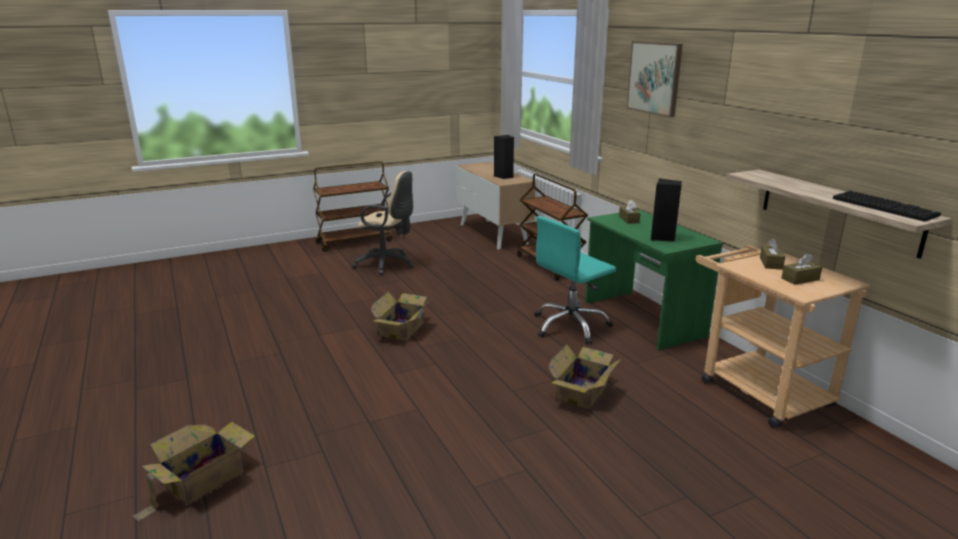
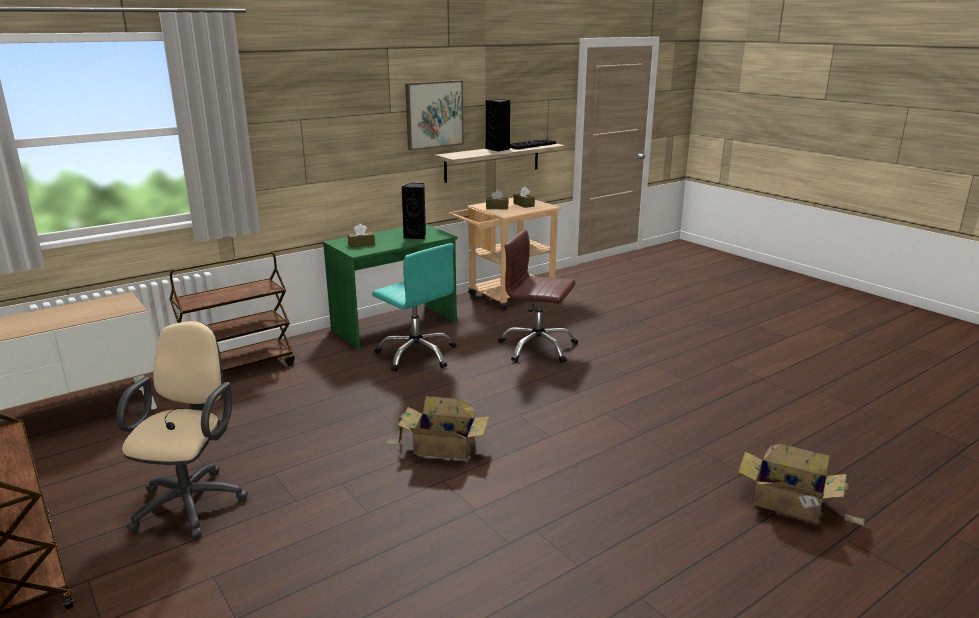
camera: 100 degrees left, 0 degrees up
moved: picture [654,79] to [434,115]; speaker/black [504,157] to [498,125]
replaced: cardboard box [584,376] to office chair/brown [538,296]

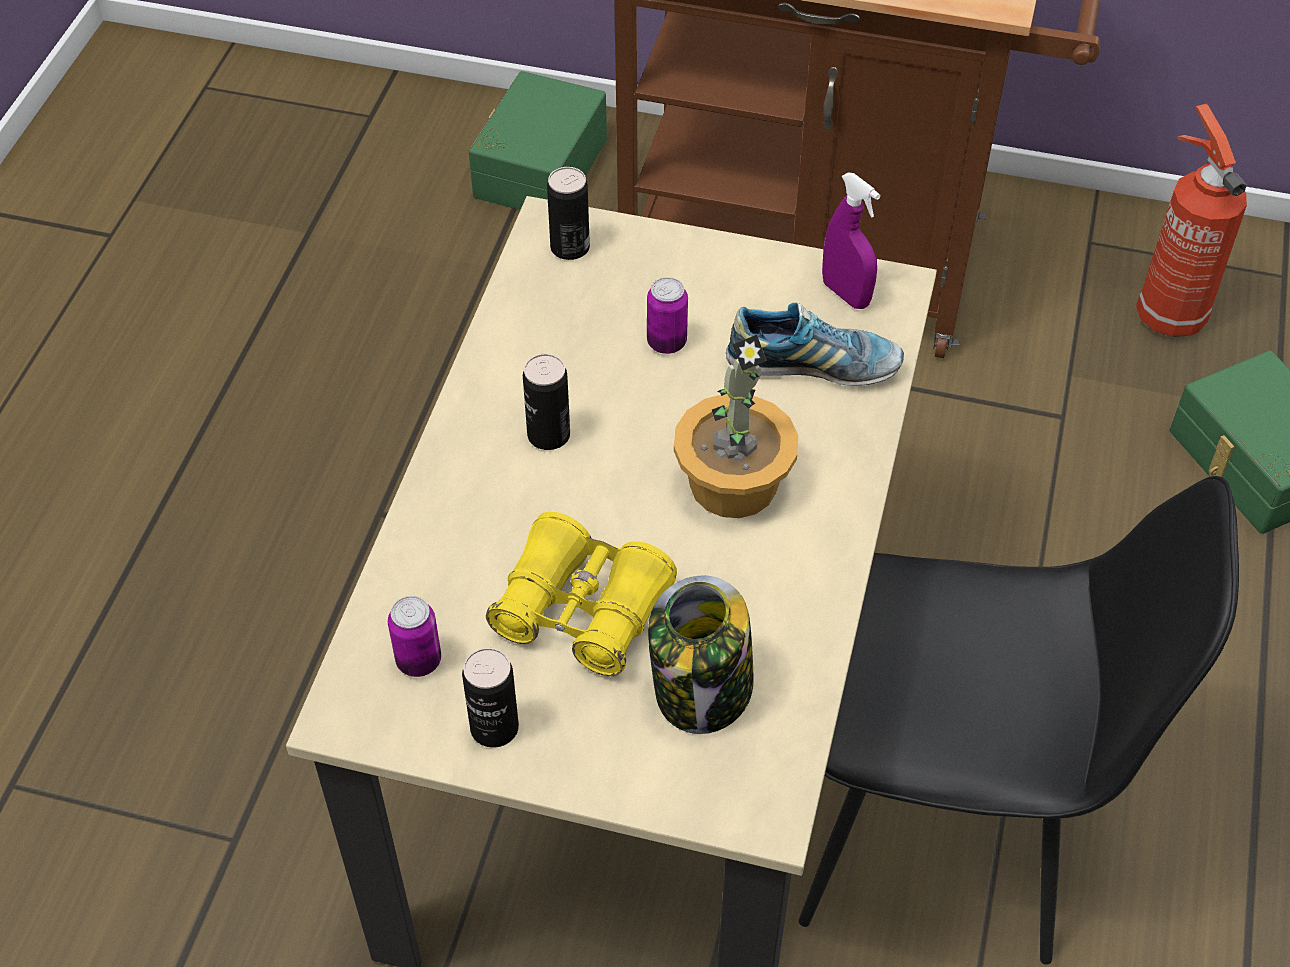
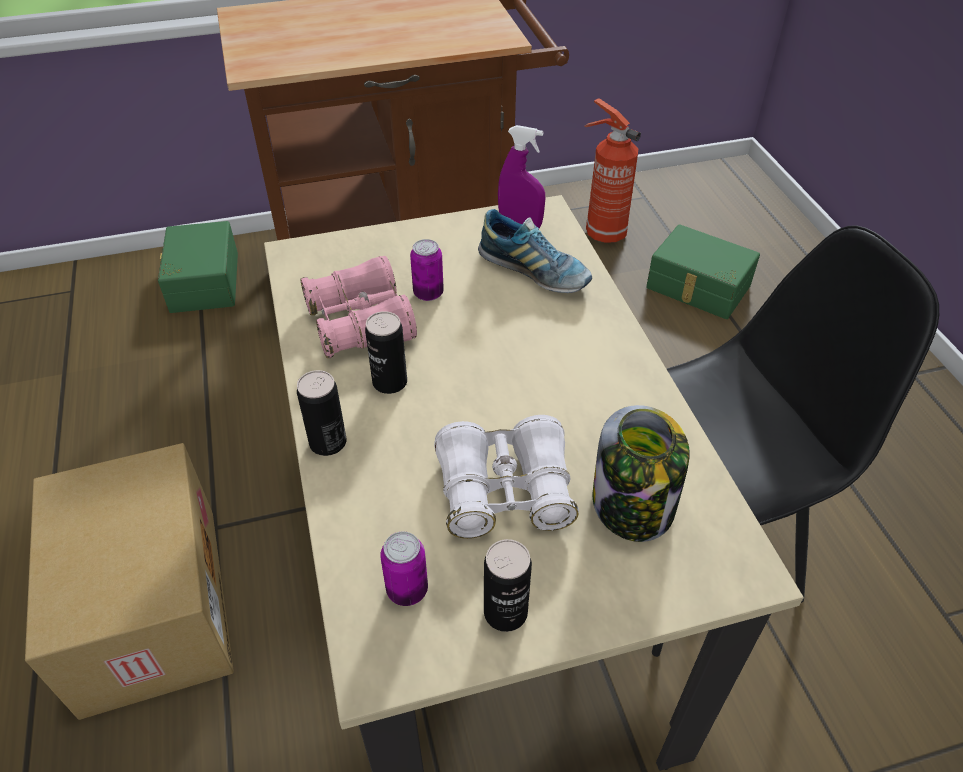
camera: 30 degrees left, 5 degrees down
removed: potted plant [736,426]
added: binoculars/pink [359,307]; cardboard box [129,581]
moved: can [568,213] to [322,413]
recoloured: binoculars/yellow [581,594] to binoculars/white [506,477]
turned: shoe [815,344] = [535,251] 60 degrees clockwise

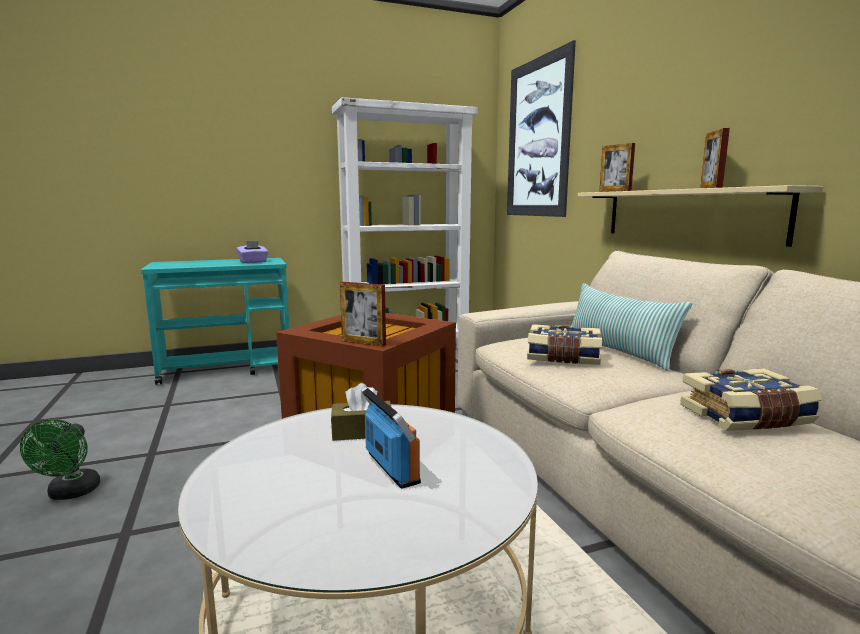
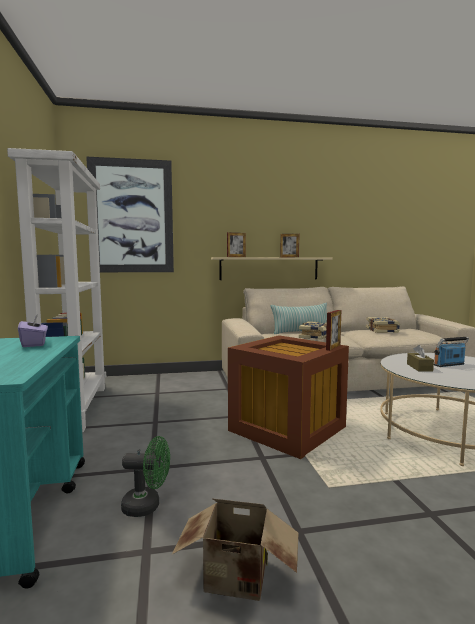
camera: 80 degrees left, 5 degrees down
added: cardboard box [235,549]
moved: fan/green [60,459] to [145,476]

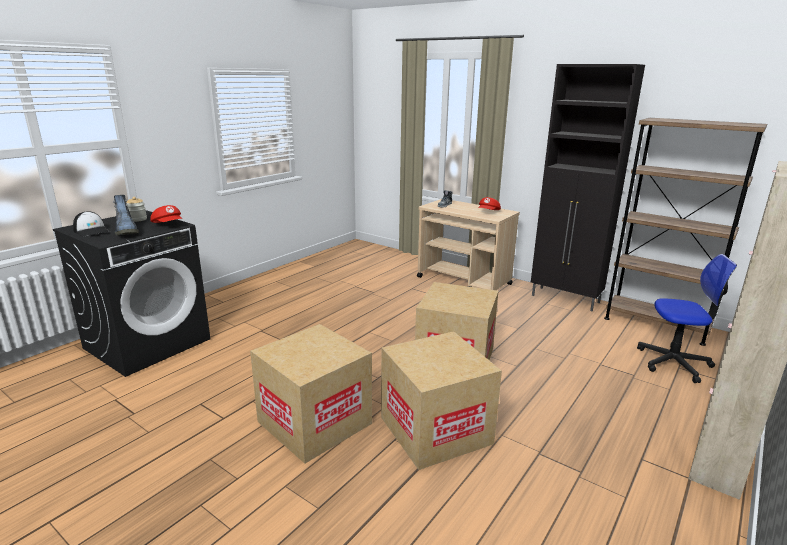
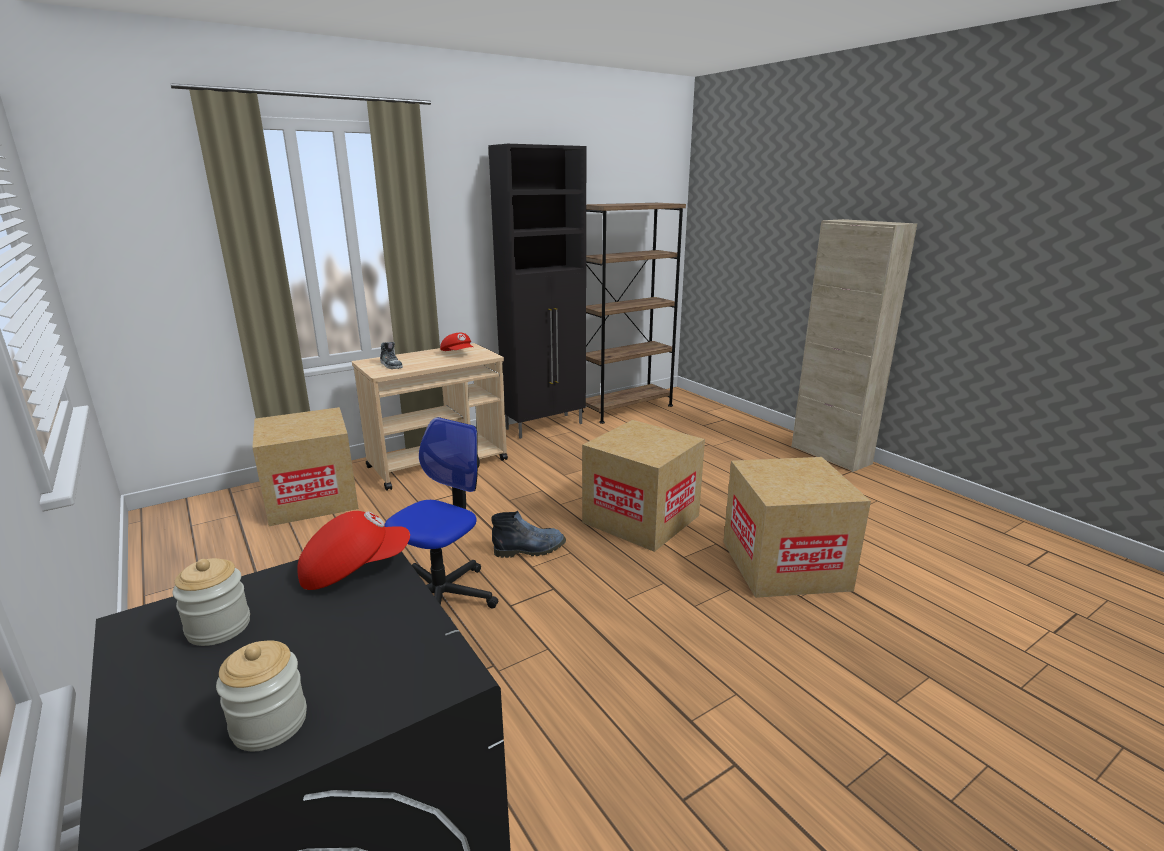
camera: 70 degrees left, 0 degrees up
moved: boot [126,215] to [528,534]; office chair [687,318] to [441,512]; cardboard box [311,393] to [305,466]
replaced: cap [91,224] to jar [261,695]

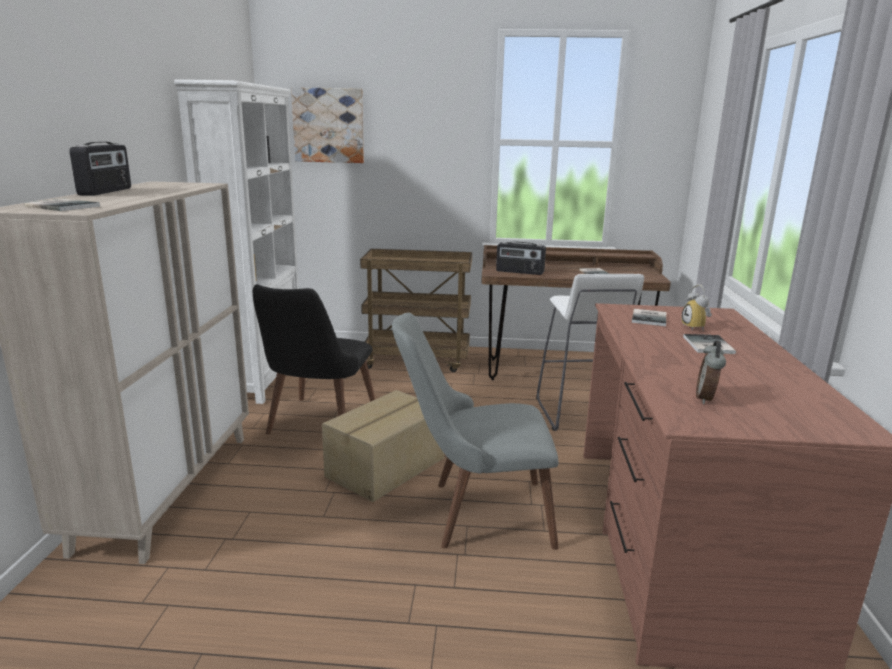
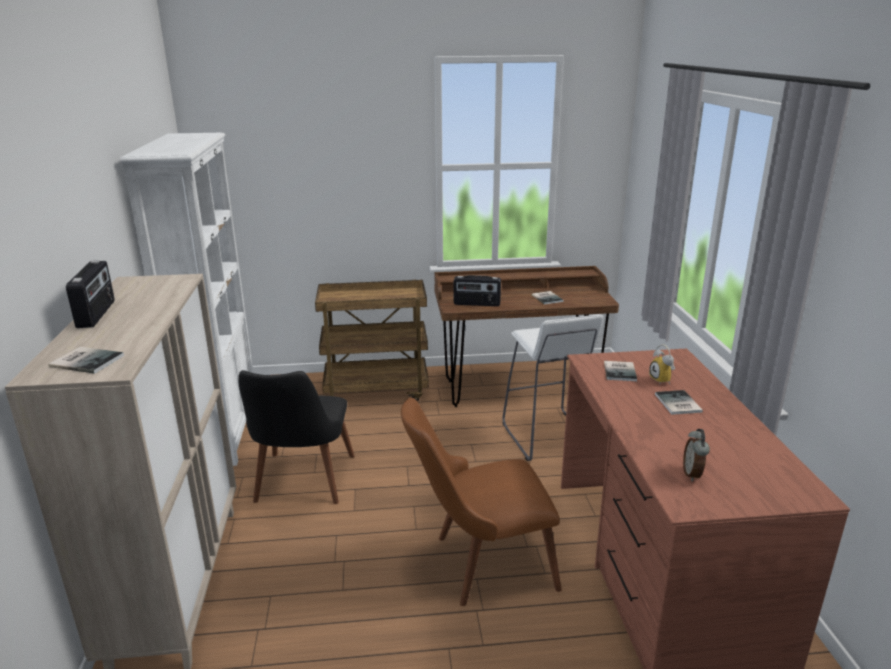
camera: 10 degrees left, 5 degrees up
removed: picture [327,125]; cardboard box [383,446]
recoloured: chair/grey [475,431] to chair/brown [481,502]

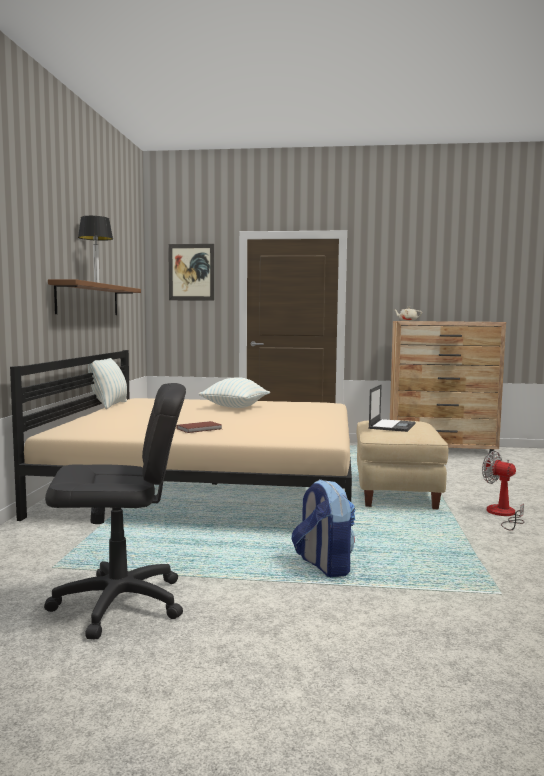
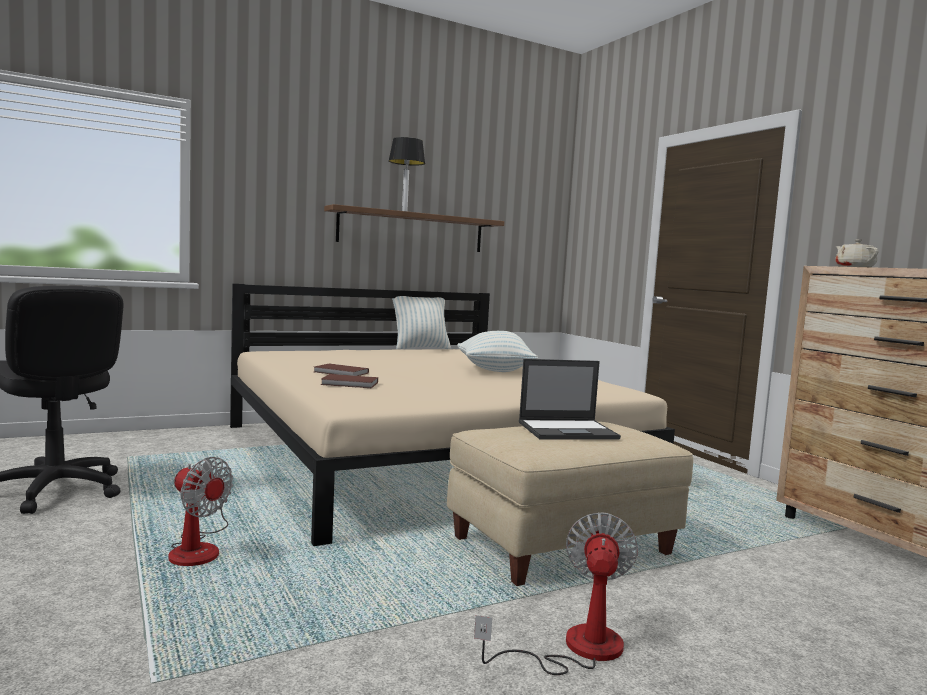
camera: 55 degrees right, 0 degrees up
removed: picture [191,272]
added: book/brown [349,381]
replaced: backpack [324,528] to fan [200,511]

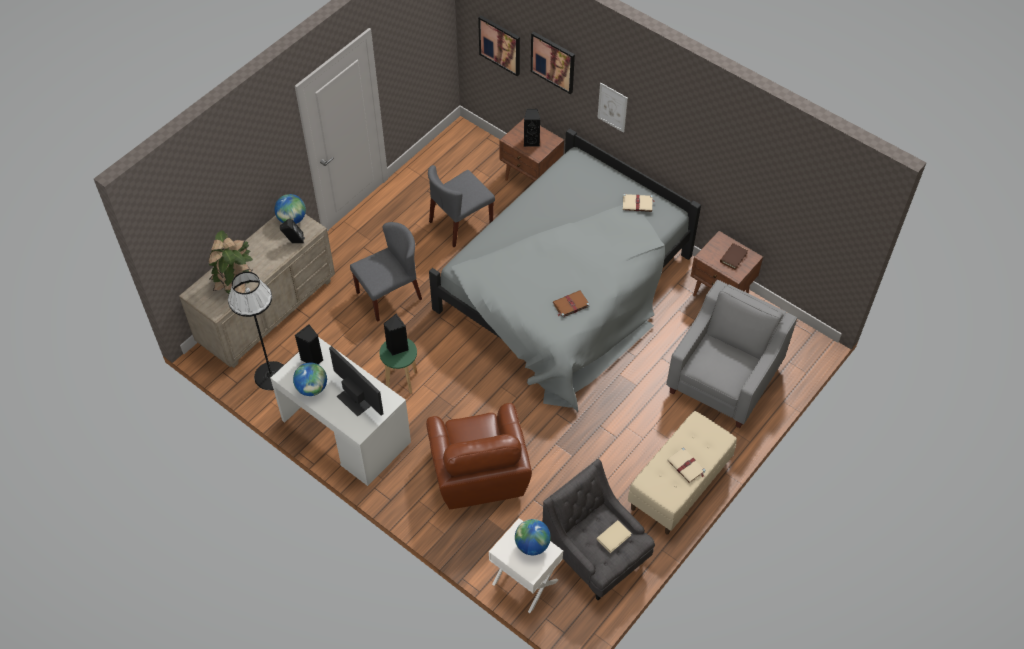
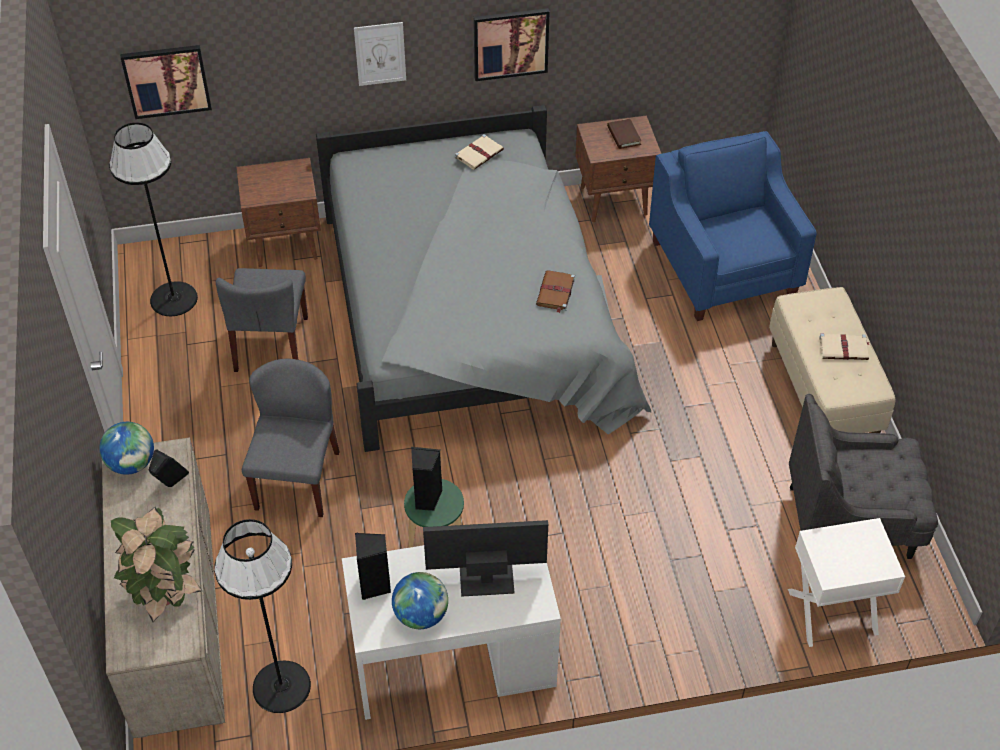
camera: 50 degrees left, 5 degrees down
removed: speaker/black [532,128]; armchair/brown [479,456]; globe [533,537]; book/beige [614,536]
added: floor lamp/black [153,219]
moved: picture [553,63] to [511,44]
recoloured: armchair/grey [731,354] to armchair/blue [733,226]

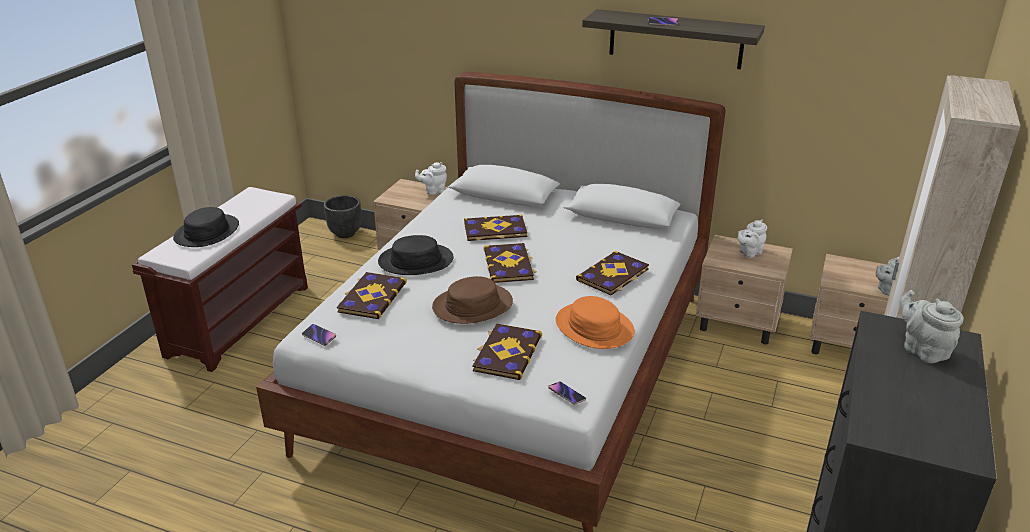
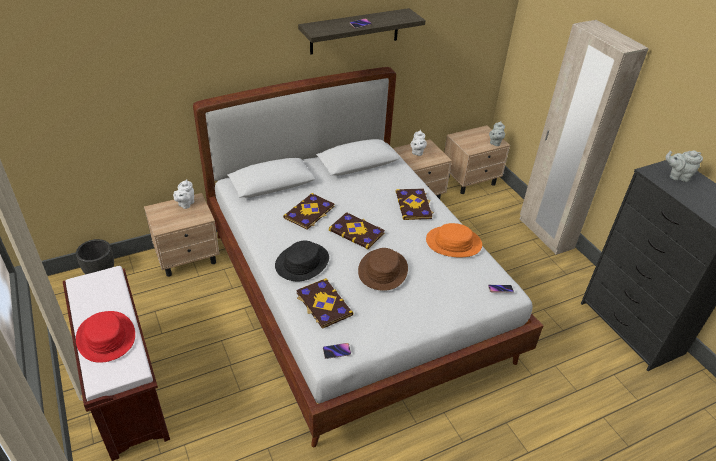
camera: 50 degrees left, 10 degrees up
removed: book [507,352]
recoloured: hat/black [206,227] to hat/red [105,337]

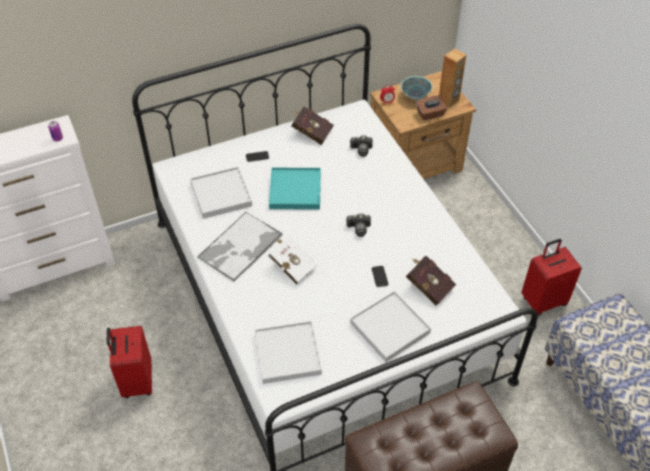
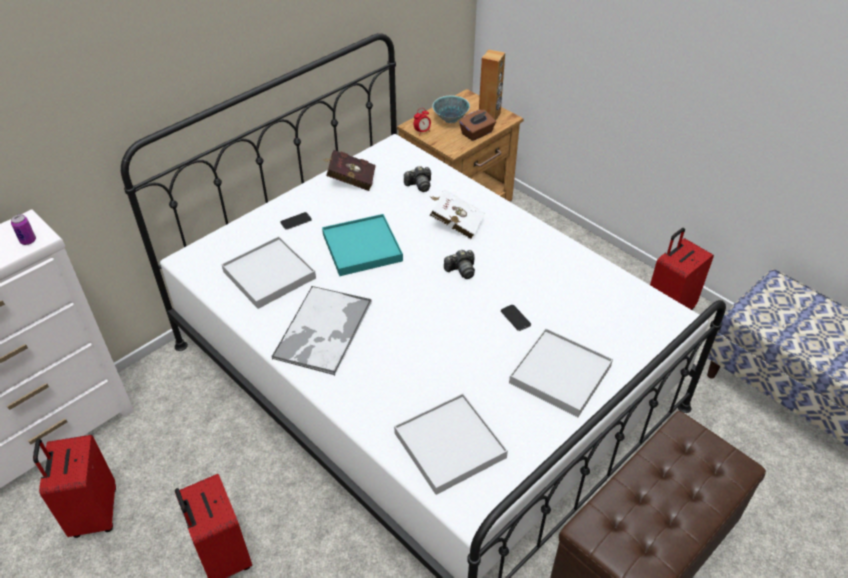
camera: 20 degrees left, 5 degrees down
removed: book/red [431,281]
added: suitcase/red [74,486]
moved: book/white [293,260] to [457,214]

